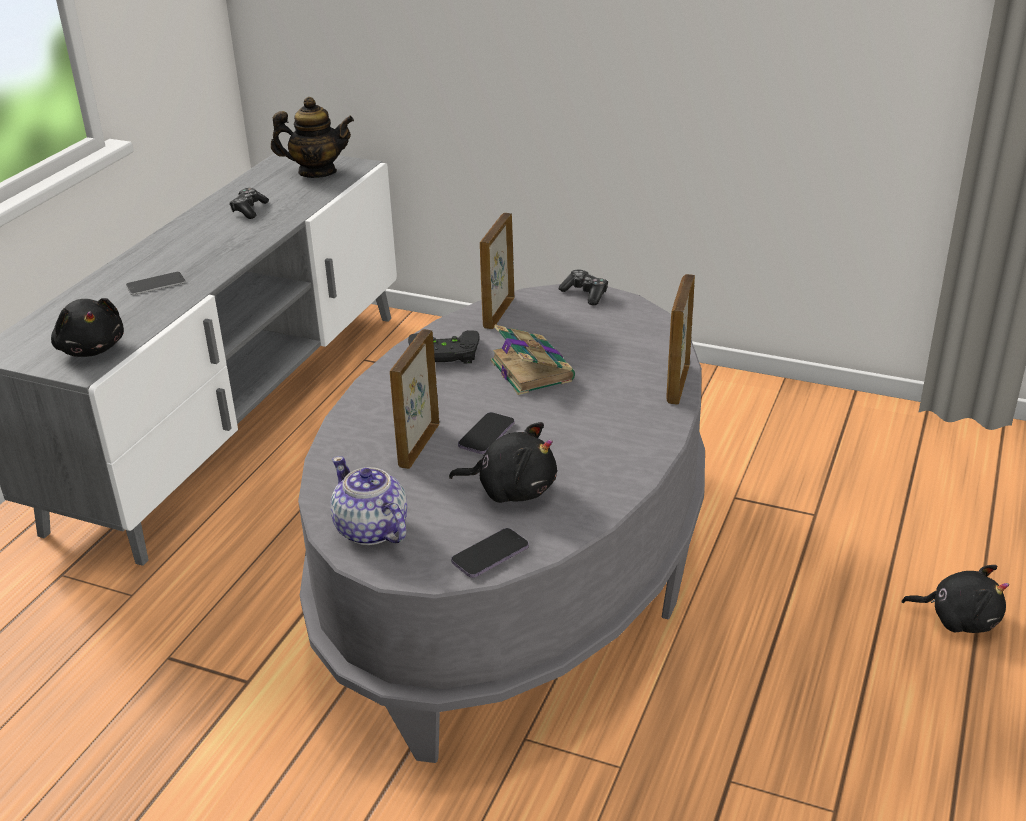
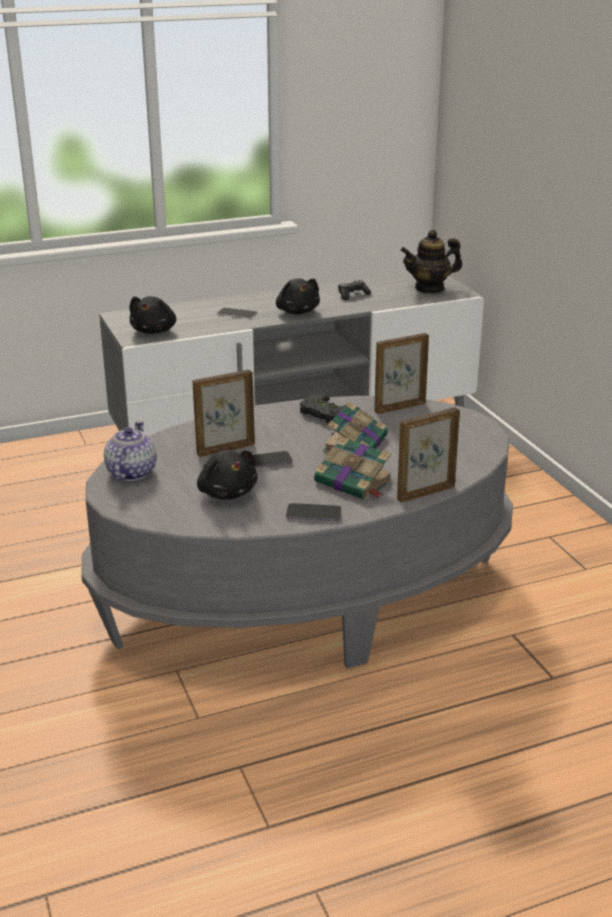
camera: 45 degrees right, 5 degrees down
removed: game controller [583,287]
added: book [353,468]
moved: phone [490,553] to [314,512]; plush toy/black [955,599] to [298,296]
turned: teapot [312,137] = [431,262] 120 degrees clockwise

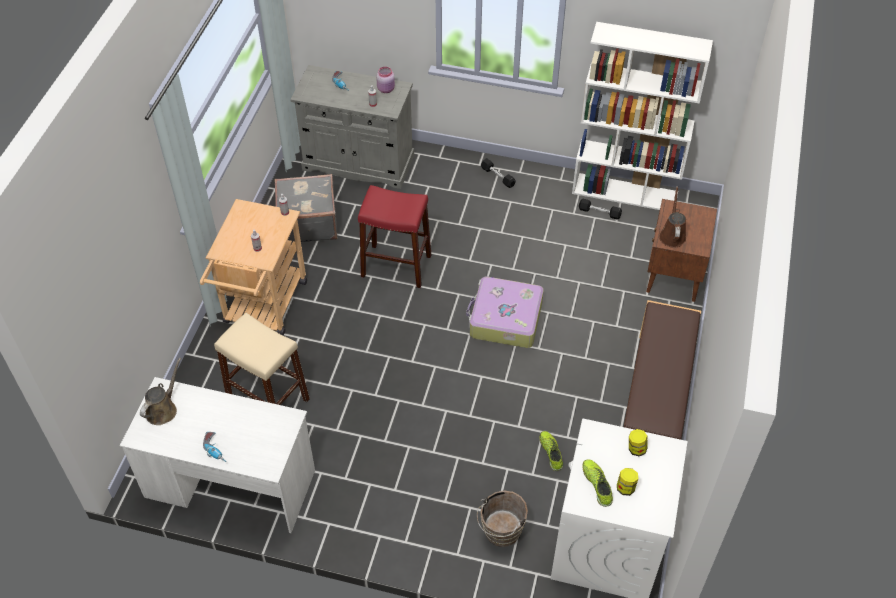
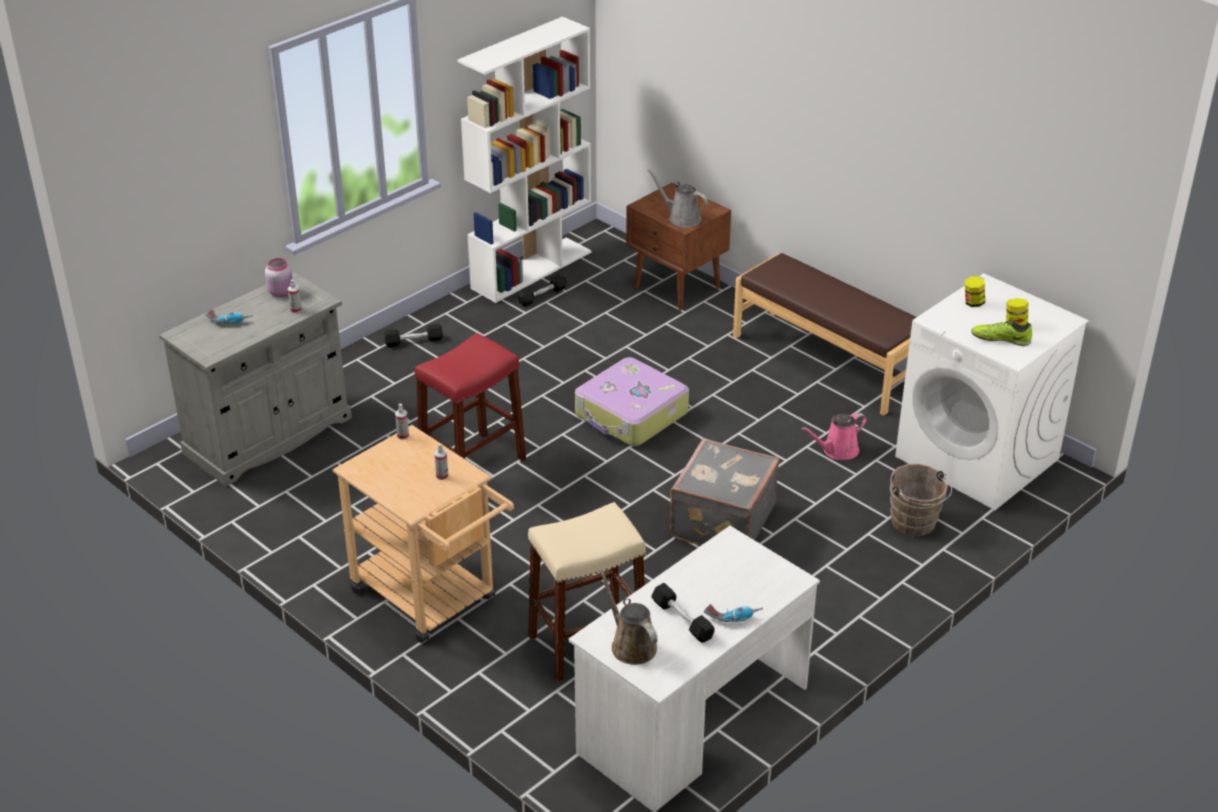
camera: 60 degrees left, 15 degrees down
added: dumbbell/black [683,613]
moved: suitcase/grey [306,208] to [724,491]
replaced: shoe [551,451] to watering can/pink [834,436]
recoloured: watering can/brown [672,217] to watering can/grey [678,198]

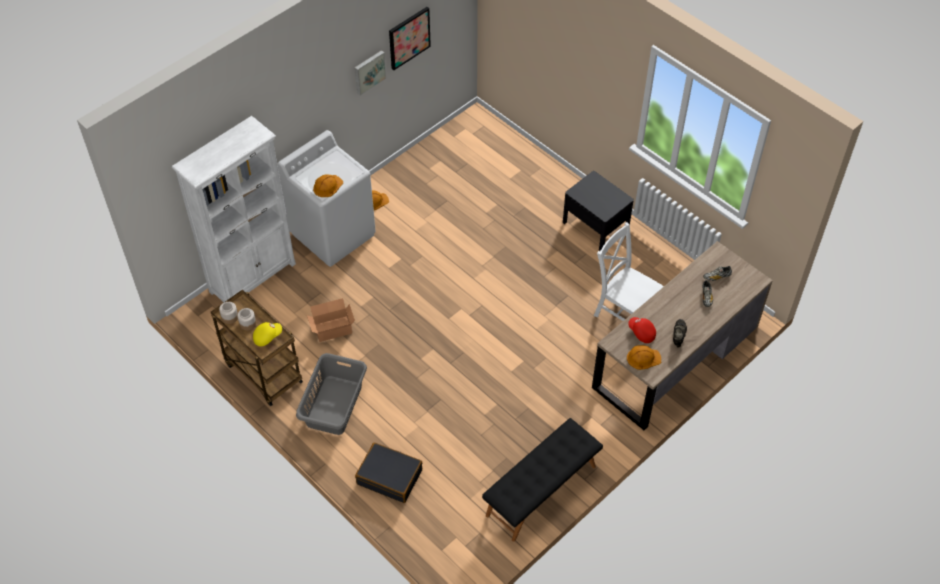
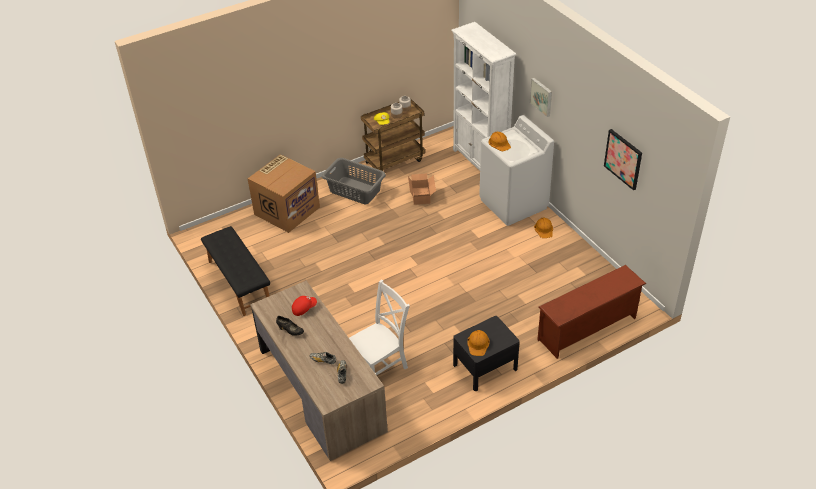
camera: 105 degrees right, 10 degrees down
added: shoe rack/brown [591,312]
moved: picture [370,72] to [541,97]; hard hat/orange [644,357] to [478,343]
replaced: suitcase/black [388,473] to cardboard box [284,193]

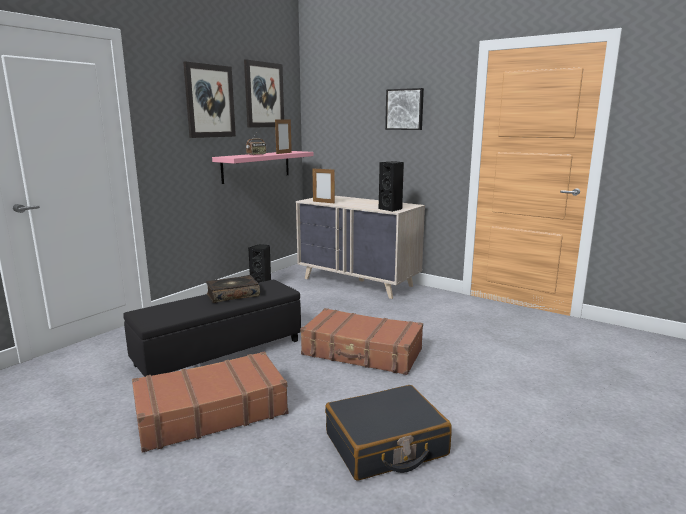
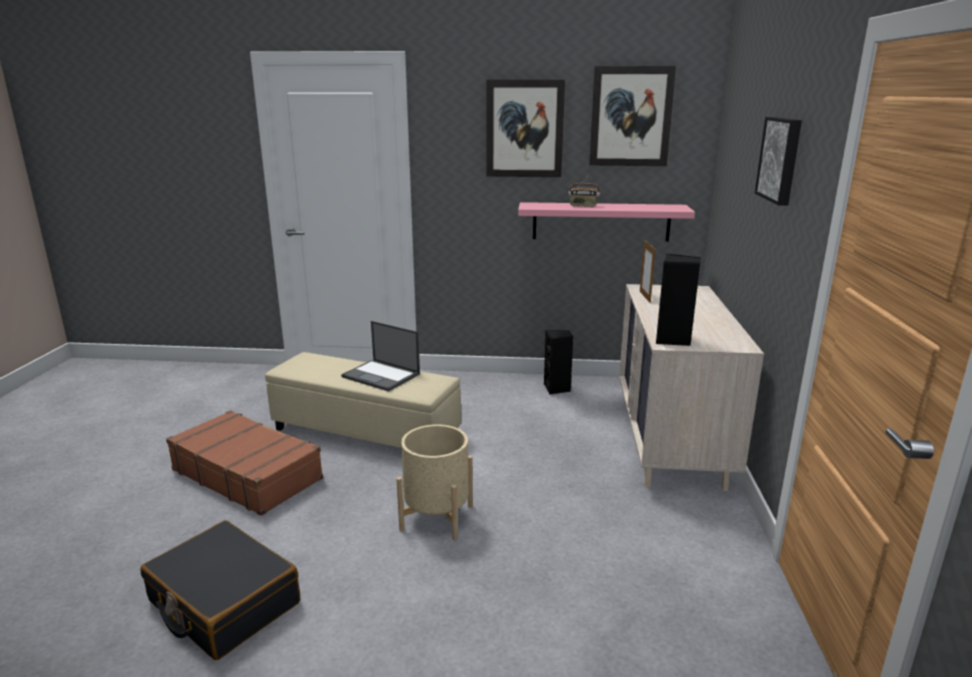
camera: 60 degrees right, 5 degrees up
removed: picture frame [283,136]
replaced: book [233,289] to laptop [380,356]; suitcase/brown [361,341] to planter/beige [434,482]
recoloured: ottoman/black [212,328] to ottoman/beige [363,400]

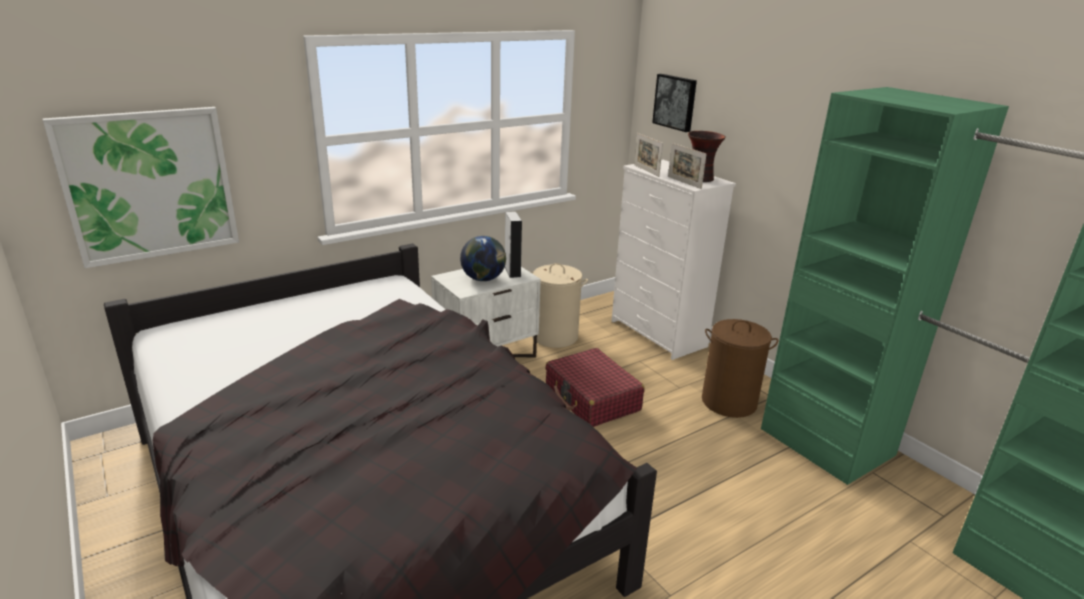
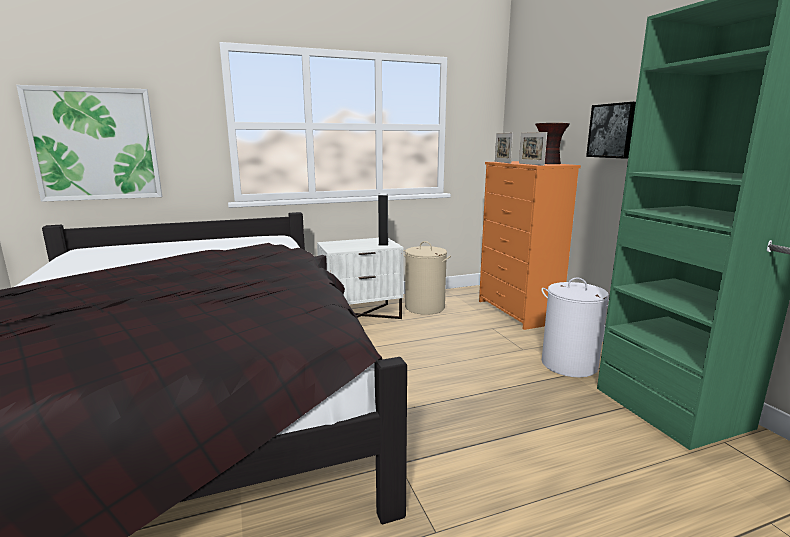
camera: 15 degrees right, 10 degrees down
removed: globe [483,258]; suitcase/red [595,387]
moved: picture [674,103] to [611,130]
recoloured: dresser/white [674,260] to dresser/orange [530,245]; laundry basket/brown [740,368] to laundry basket/white [575,327]

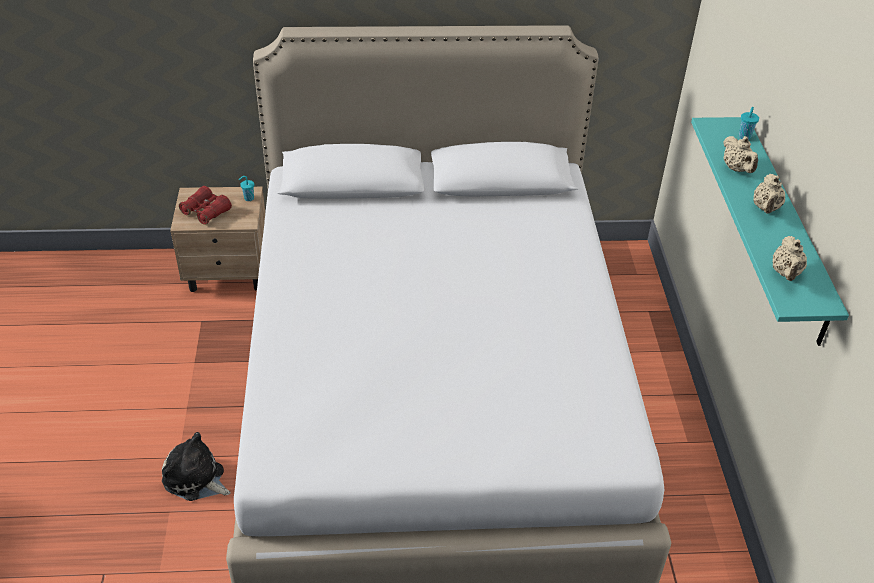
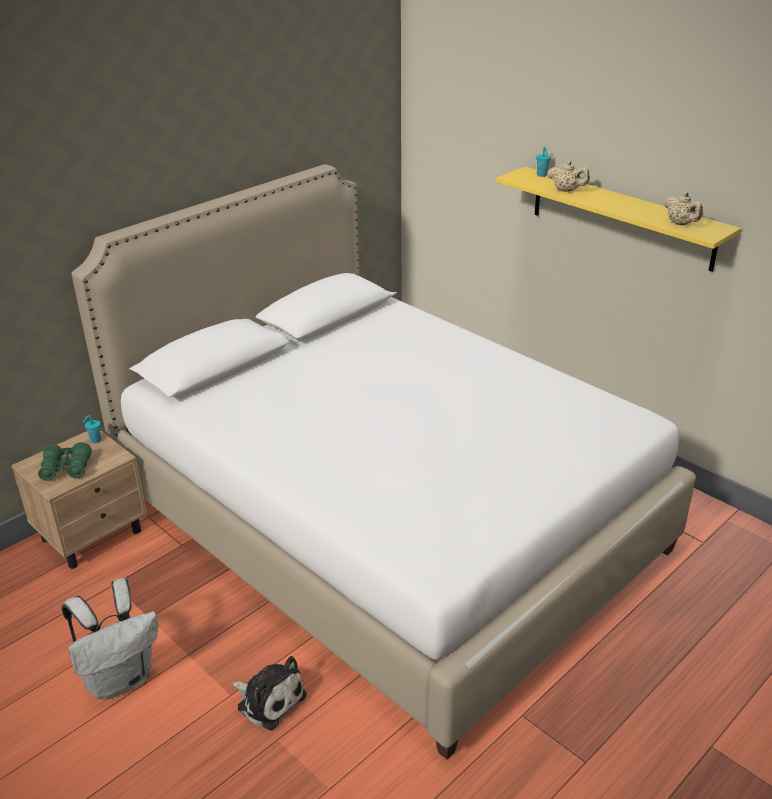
camera: 40 degrees left, 10 degrees down
removed: teapot/beige [769,194]
added: backpack/white [110,638]
recoloured: shelf/turquoise [770,231] to shelf/yellow [618,219]; binoculars/red [205,205] to binoculars/green [65,461]
turned: plush toy [196,466] = [269,693] 135 degrees counterclockwise

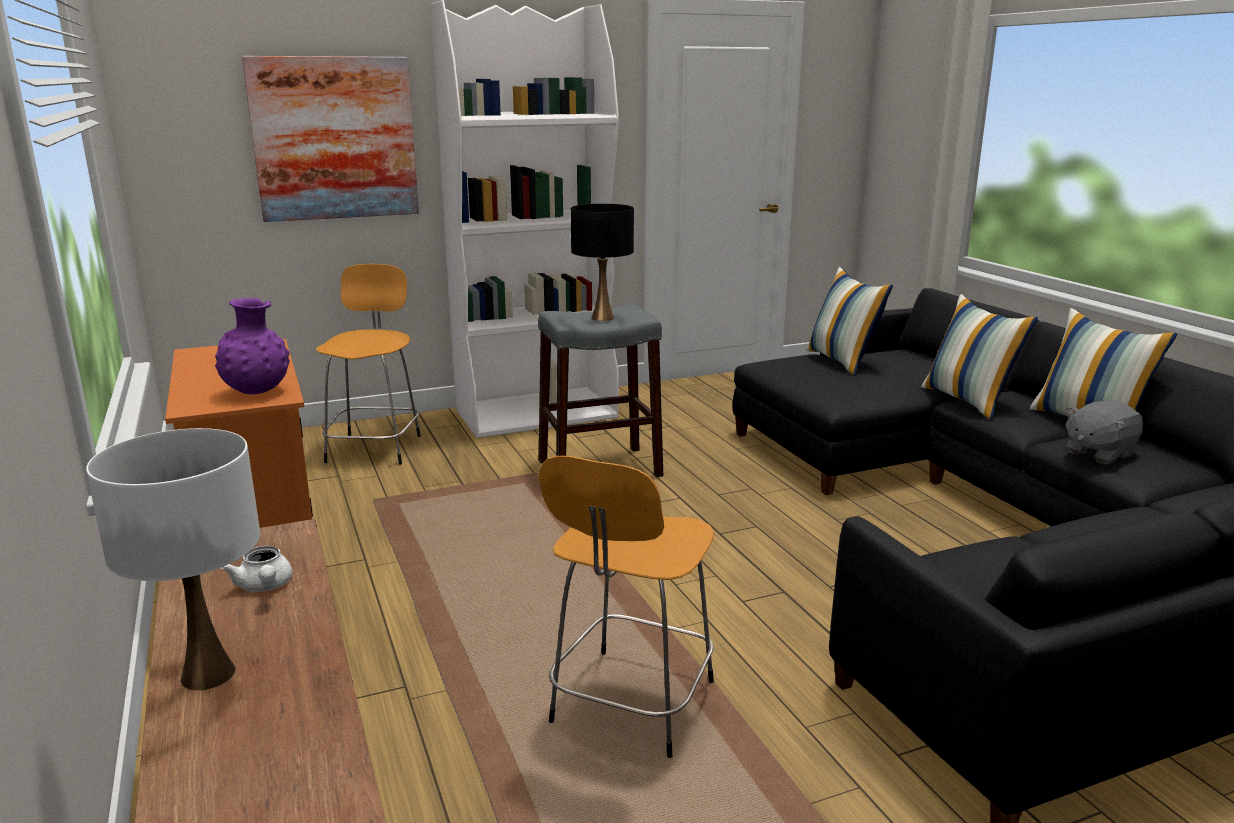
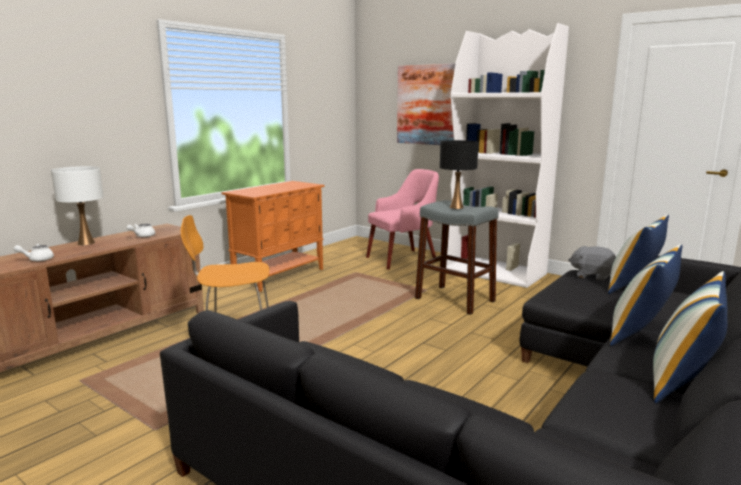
camera: 60 degrees right, 5 degrees down
removed: vase/purple [252,346]
added: teapot/white [33,252]
moved: plush toy/grey [1104,432] to [592,263]
replaced: stool/orange [368,364] to armchair/pink [402,219]

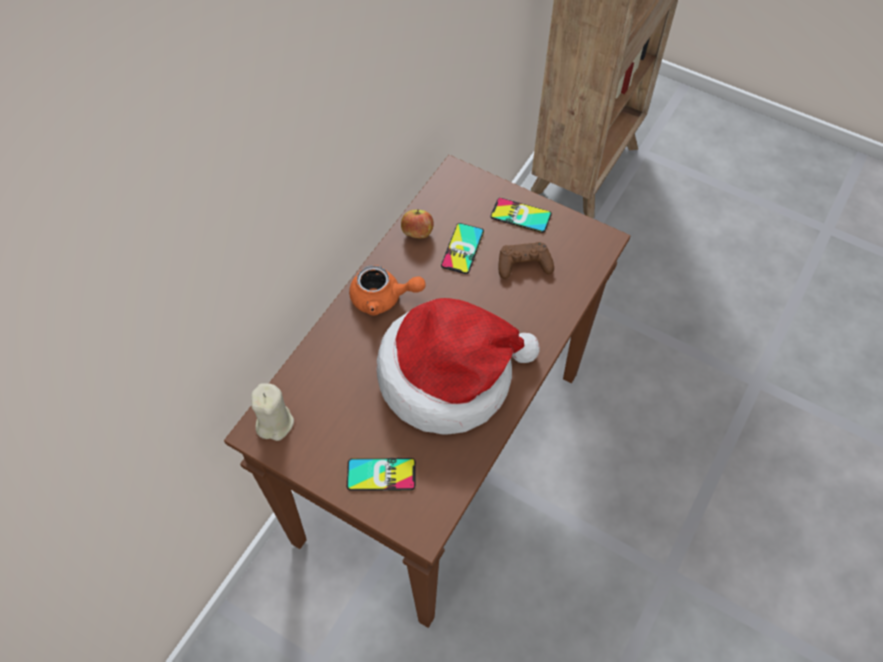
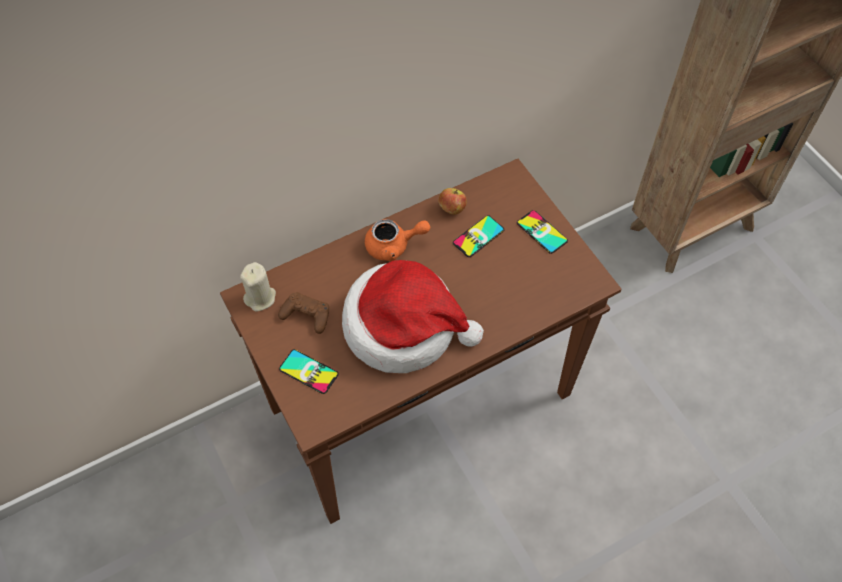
camera: 30 degrees right, 0 degrees up
moved: game controller/brown [526,260] to [303,313]
turned: teapot/orange [387,290] = [397,240] 45 degrees counterclockwise

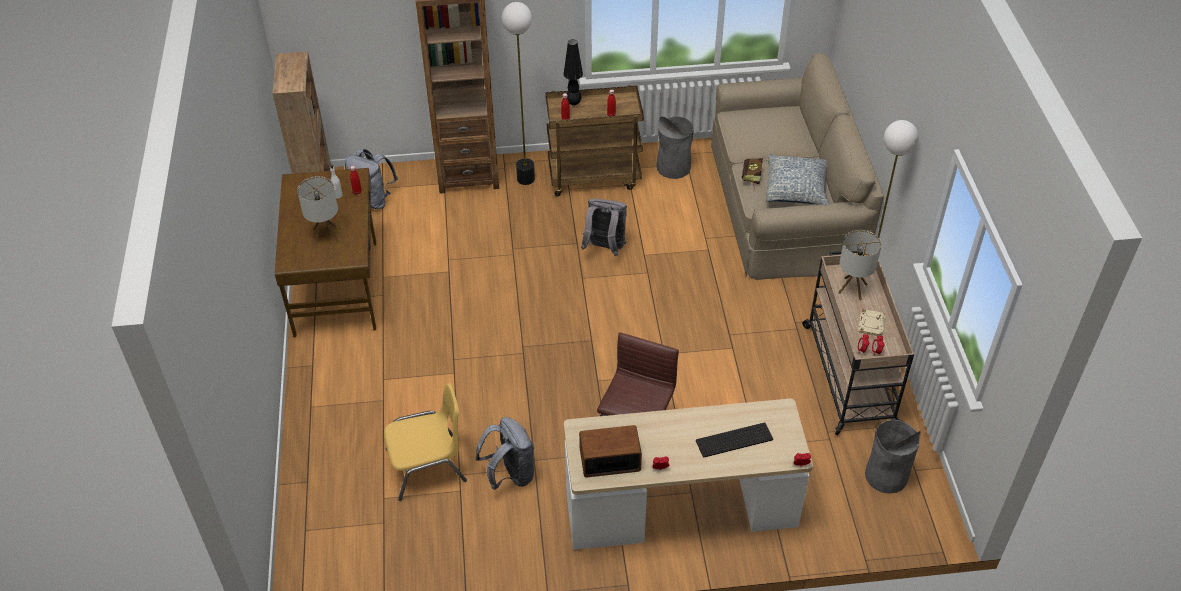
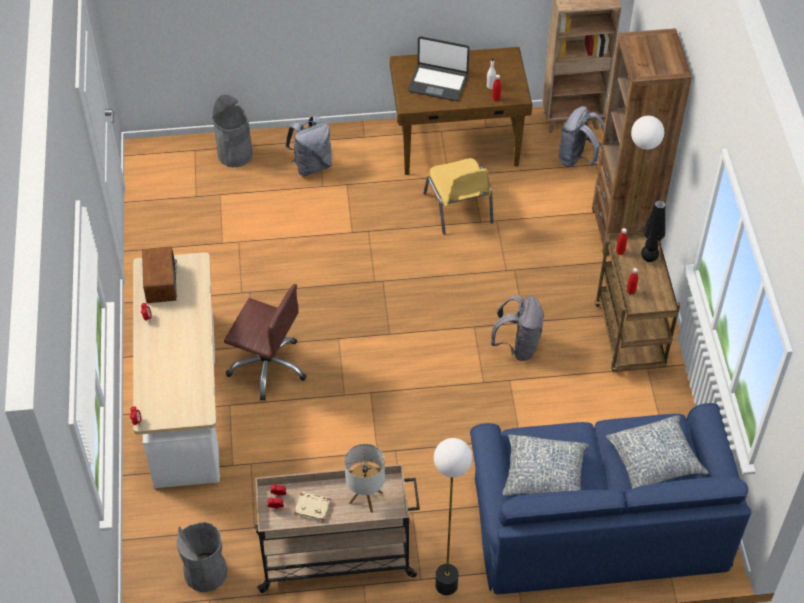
camera: 90 degrees right, 5 degrees up
removed: book [753,174]; keyboard [734,439]
added: pillow [657,452]
moved: trash can/grey [675,147] to [232,131]; chair/yellow [425,442] to [458,196]; backpack/grey [505,453] to [308,146]
replaced: table lamp [317,210] to laptop [438,68]
recoloured: sofa/beige [797,166] to sofa/blue [610,498]

